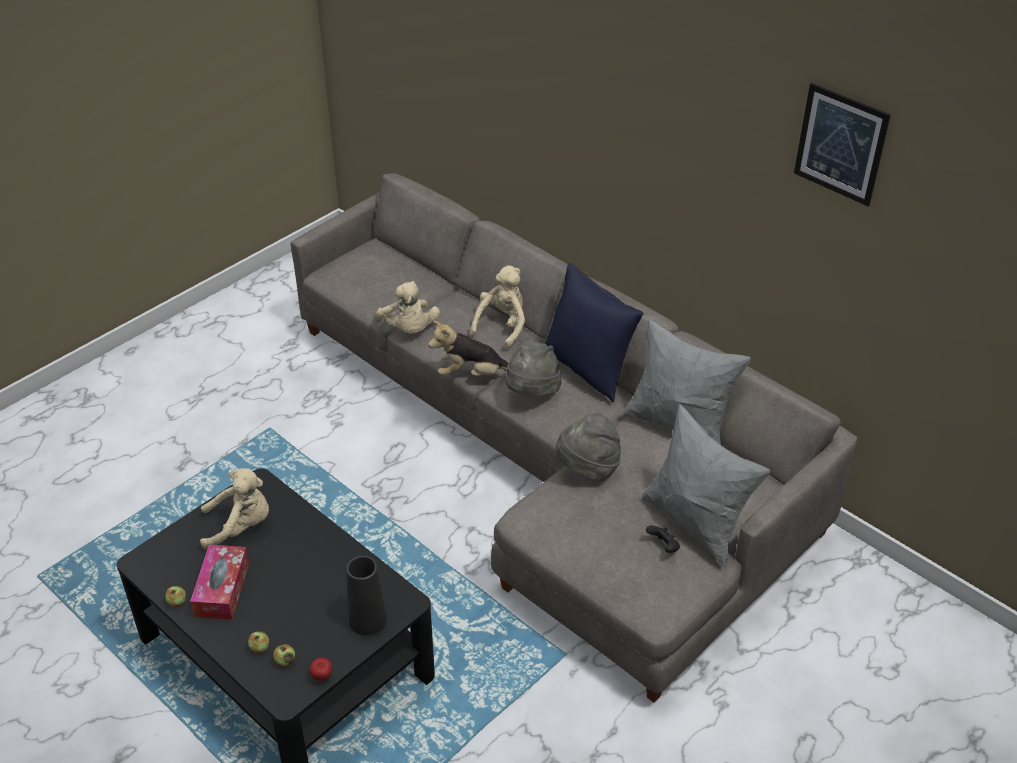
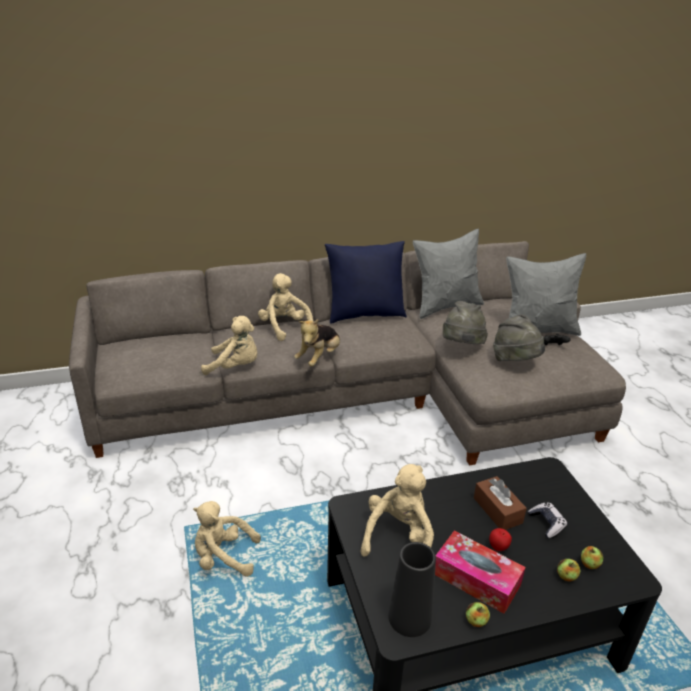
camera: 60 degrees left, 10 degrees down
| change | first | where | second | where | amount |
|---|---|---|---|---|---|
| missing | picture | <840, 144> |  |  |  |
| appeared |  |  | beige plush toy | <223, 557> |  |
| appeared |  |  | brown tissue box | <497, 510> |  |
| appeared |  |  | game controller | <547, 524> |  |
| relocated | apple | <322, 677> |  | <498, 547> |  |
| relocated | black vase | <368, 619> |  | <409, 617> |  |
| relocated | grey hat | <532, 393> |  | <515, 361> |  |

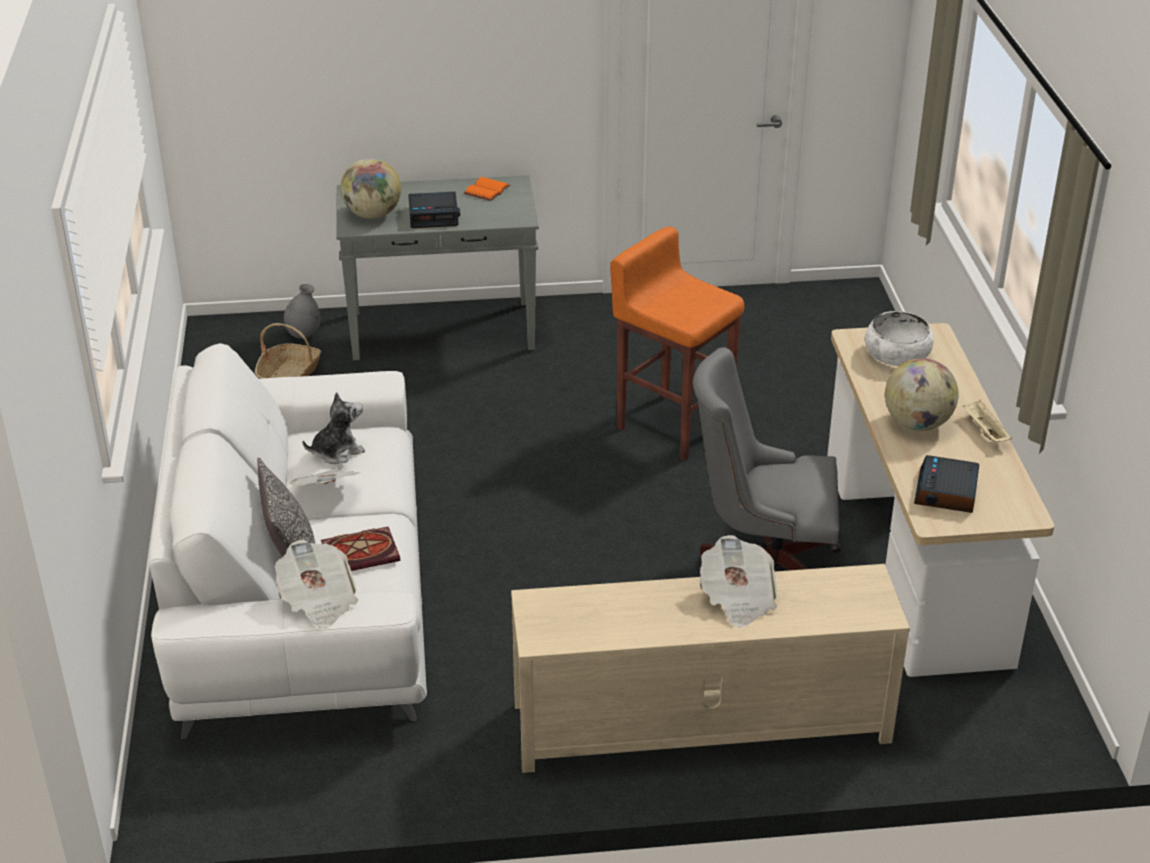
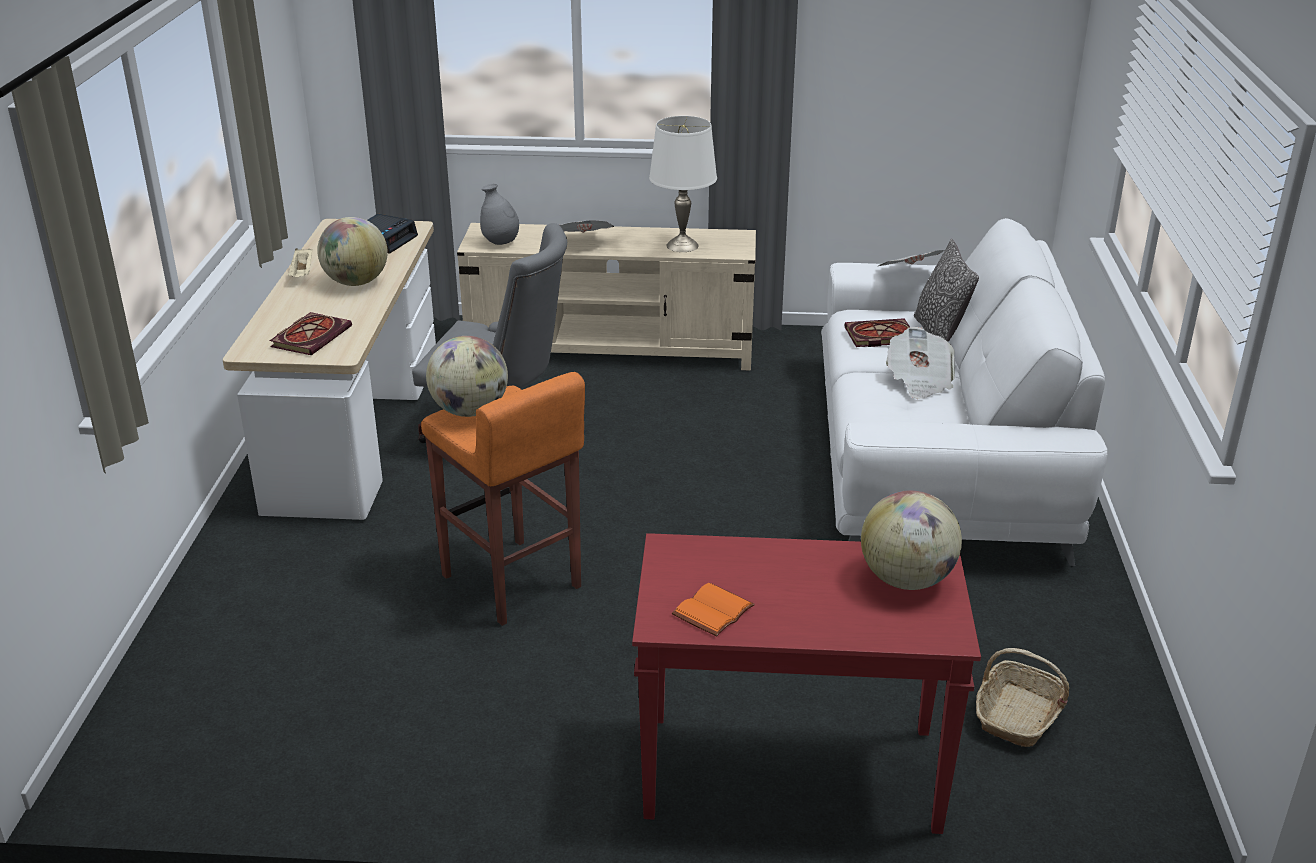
camera: 170 degrees left, 5 degrees down
| change | first | where | second | where | amount |
|---|---|---|---|---|---|
| missing | plush toy | <337, 451> |  |  |  |
| missing | alarm clock | <434, 216> |  |  |  |
| appeared |  |  | globe | <470, 411> |  |
| appeared |  |  | white table lamp | <683, 245> |  |
| relocated | grey vase | <303, 334> |  | <500, 243> |  |
| exchanged | white bowl | <897, 354> | book | <311, 336> |  |
| colour | grey console table | <444, 331> | red console table | <788, 775> |  |

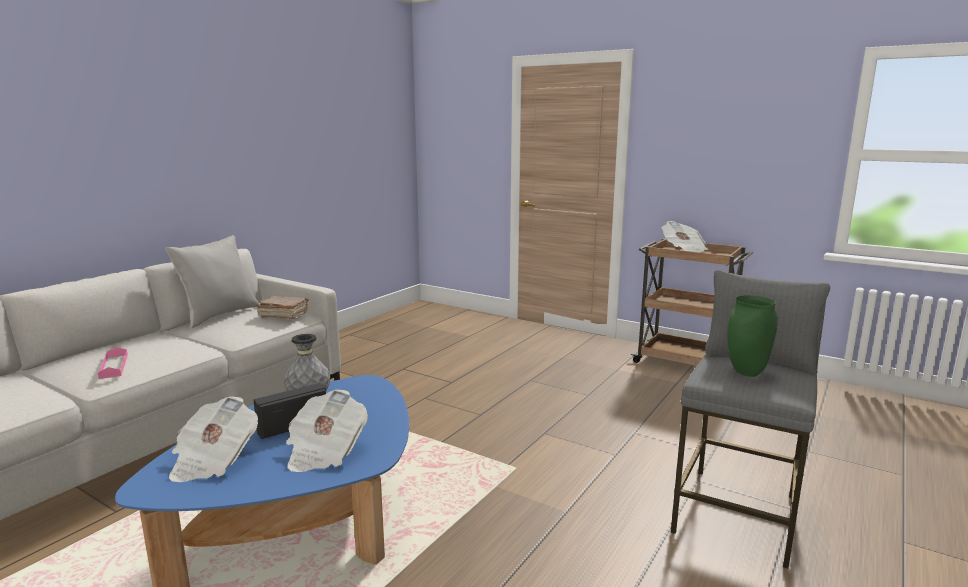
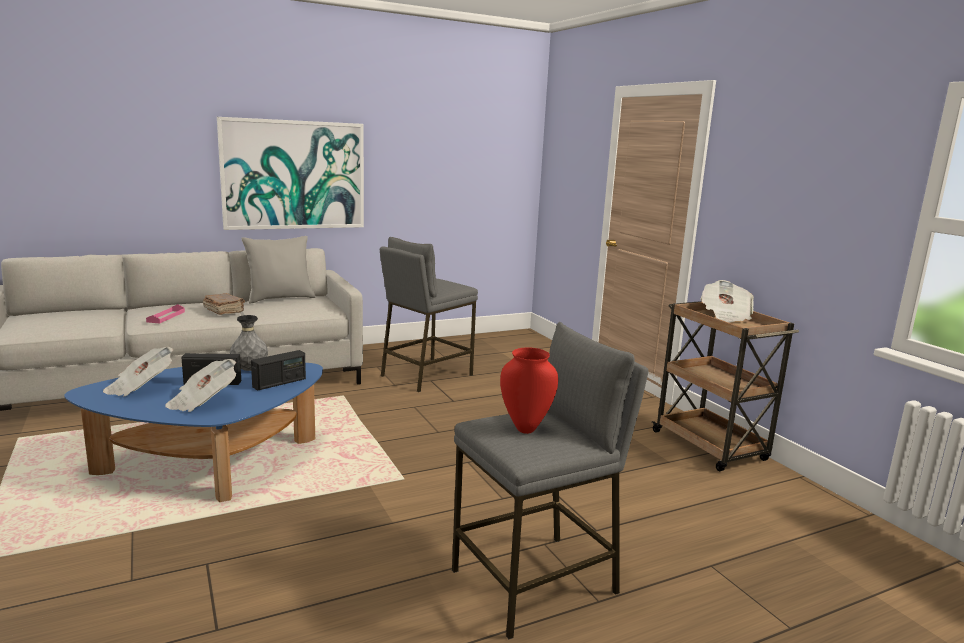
camera: 30 degrees right, 0 degrees up
| change | first | where | second | where | amount |
|---|---|---|---|---|---|
| appeared |  |  | picture | <294, 175> |  |
| appeared |  |  | radio | <279, 383> |  |
| appeared |  |  | grey stool | <426, 375> |  |
| relocated | brown book | <283, 315> |  | <224, 311> |  |
| colour | green vase | <745, 372> | red vase | <526, 428> |  |

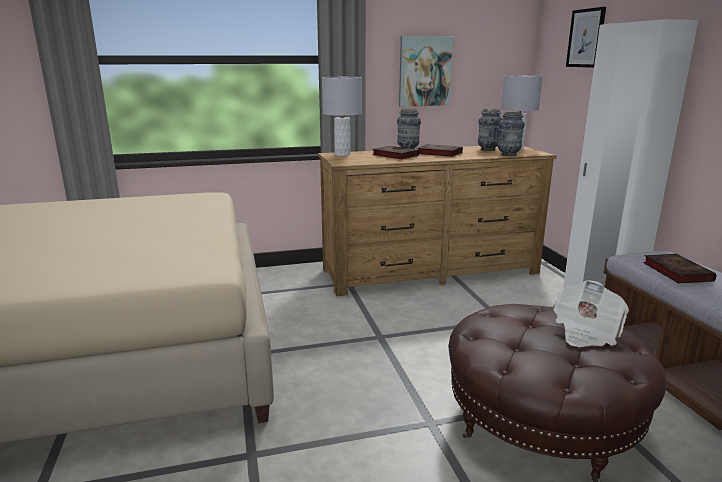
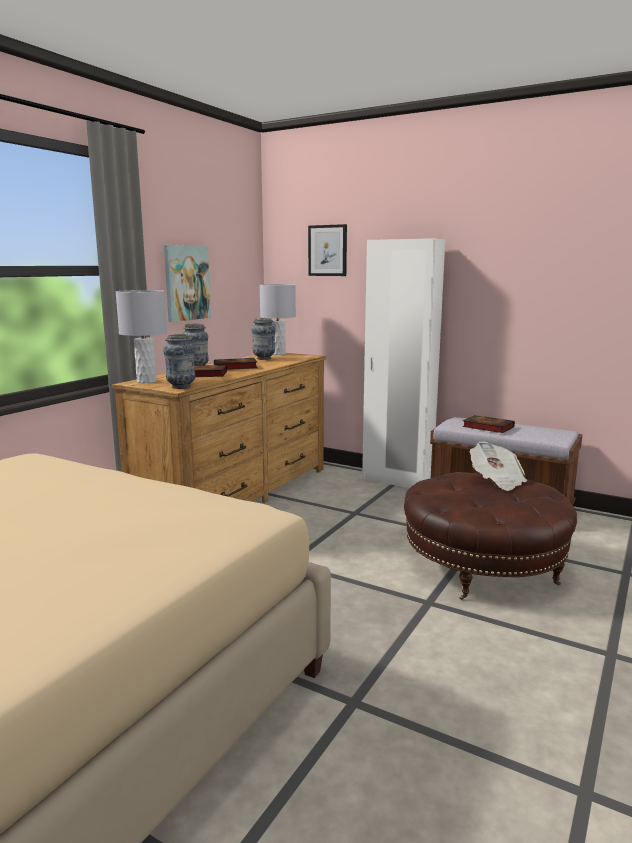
camera: 45 degrees left, 5 degrees down
| change | first | where | second | where | amount |
|---|---|---|---|---|---|
| relocated | vase | <508, 155> |  | <181, 387> |  |

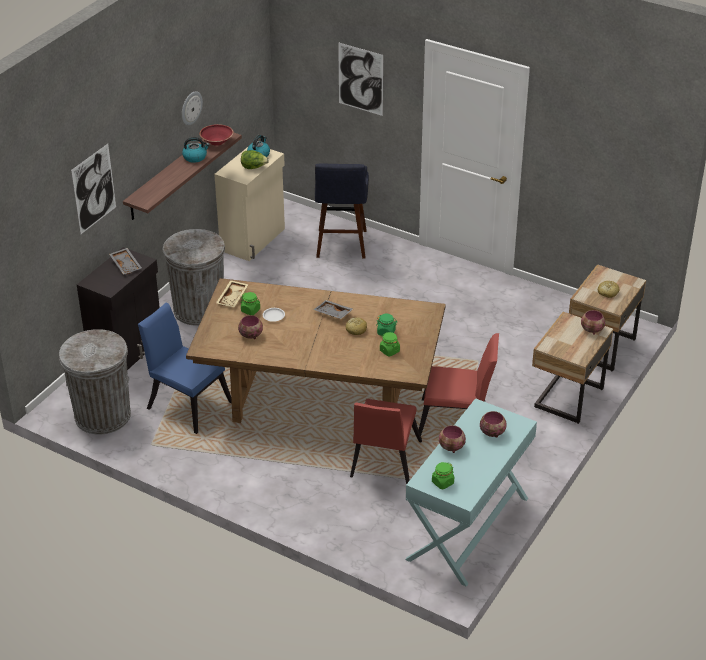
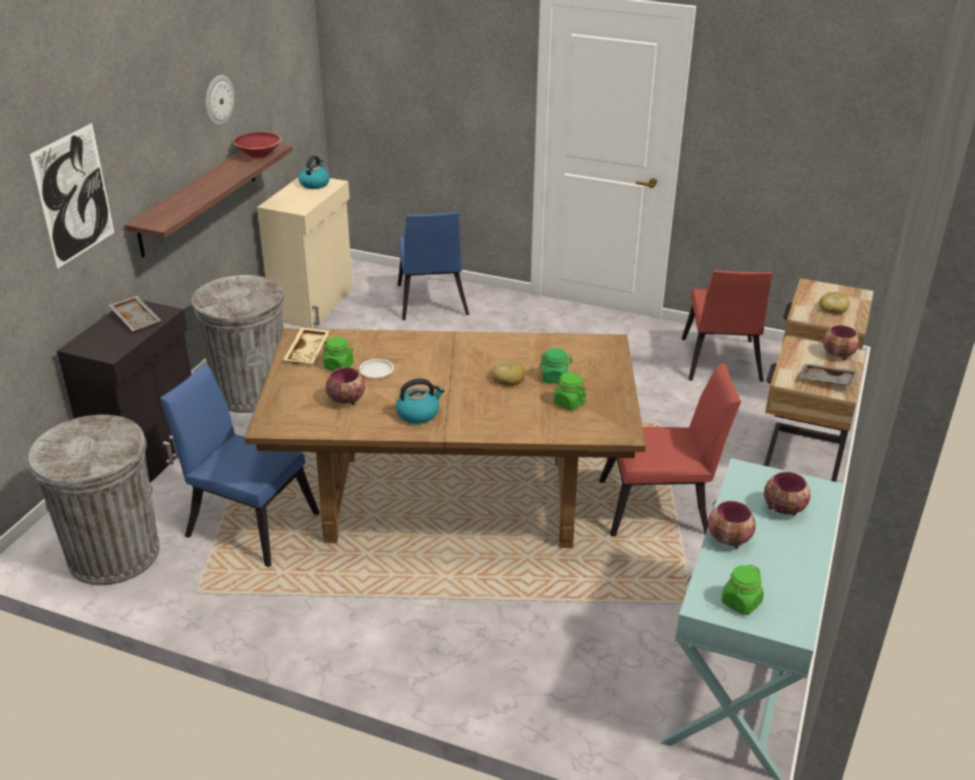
camera: 10 degrees left, 5 degrees down
| change | first | where | second | where | amount |
|---|---|---|---|---|---|
| missing | lettuce | <254, 167> |  |  |  |
| missing | picture | <360, 79> |  |  |  |
| relocated | kettle | <195, 157> |  | <418, 414> |  |
| relocated | grey tray | <332, 314> |  | <826, 381> |  |
| relocated | red chair | <383, 462> |  | <720, 363> |  |
| exchanged | blue stool | <341, 246> | blue chair | <431, 303> |  |

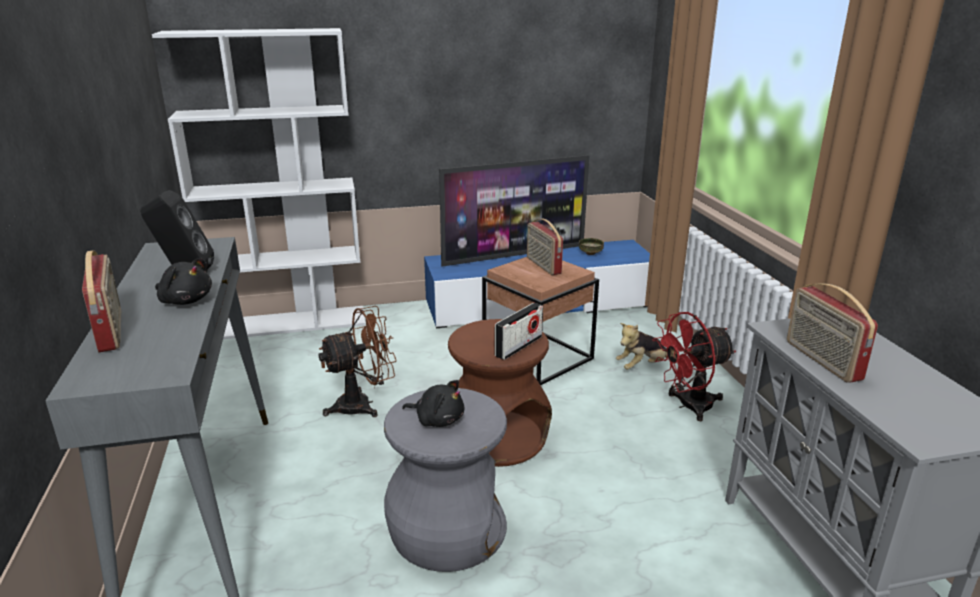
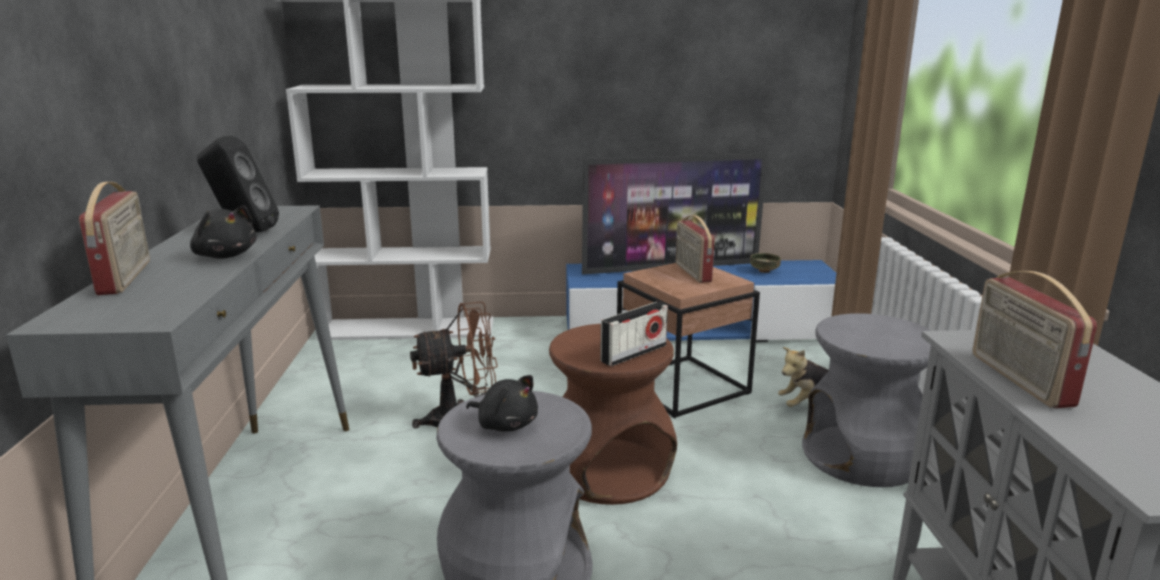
camera: 10 degrees right, 5 degrees down
| change | first | where | second | where | amount |
|---|---|---|---|---|---|
| exchanged | red fan | <688, 406> | grey stool | <863, 457> |  |

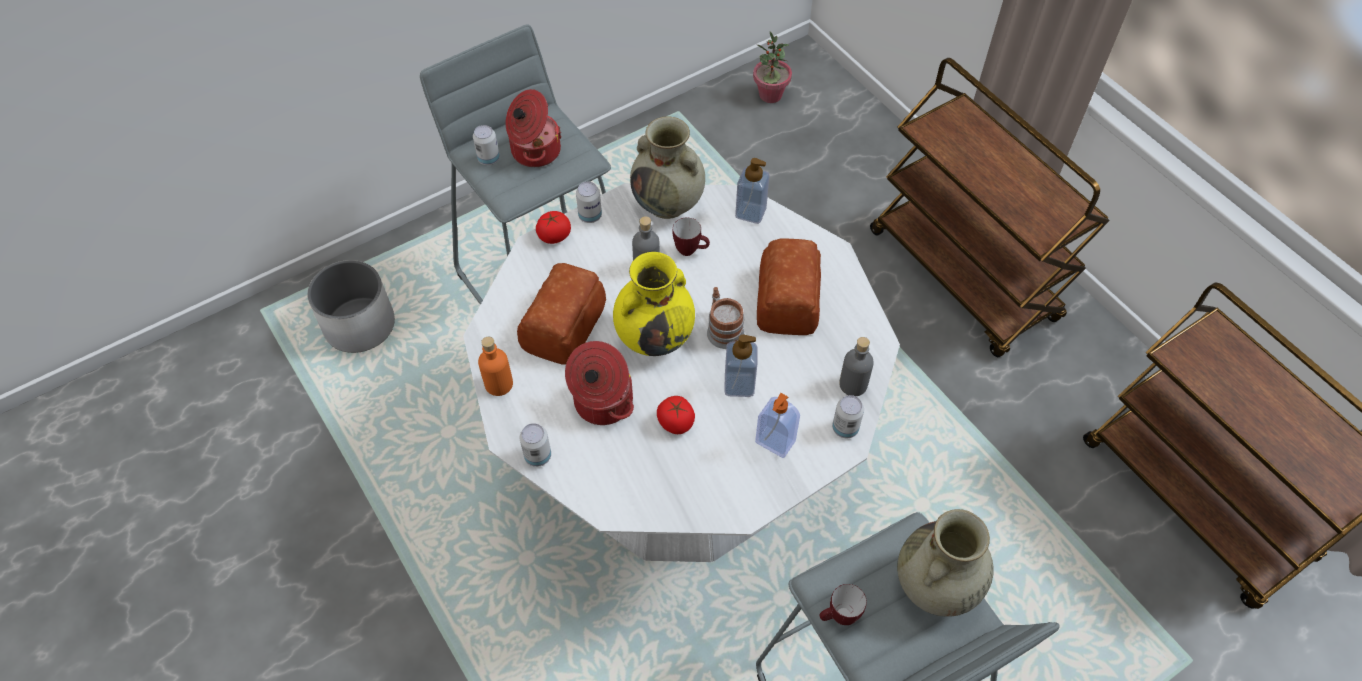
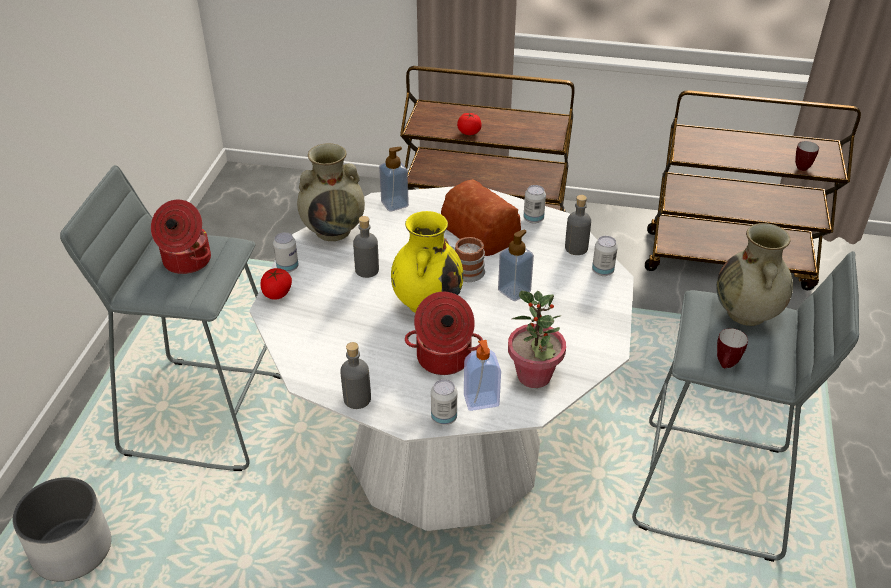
camera: 45 degrees left, 15 degrees down
| change | first | where | second | where | amount |
|---|---|---|---|---|---|
| missing | bread | <566, 324> |  |  |  |
| relocated | can | <489, 159> |  | <533, 219> |  |
| relocated | tomato | <676, 423> |  | <469, 132> |  |
| relocated | mug | <691, 251> |  | <804, 167> |  |
| relocated | potted plant | <770, 95> |  | <534, 376> |  |
| relocated | soap dispenser | <774, 443> |  | <481, 402> |  |
| colour | orange bottle | <499, 384> | grey bottle | <357, 399> |  |

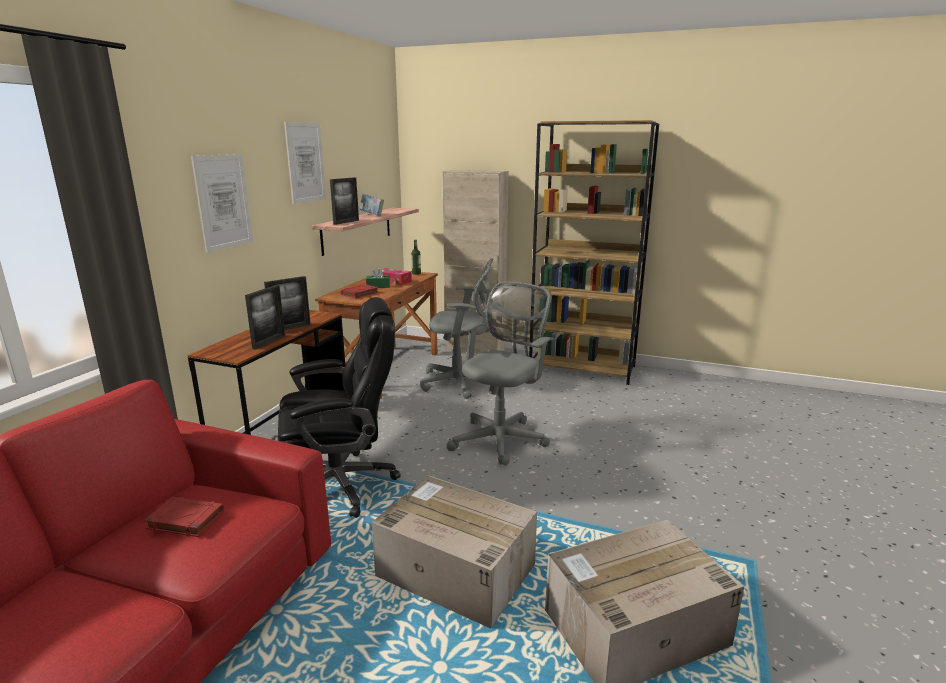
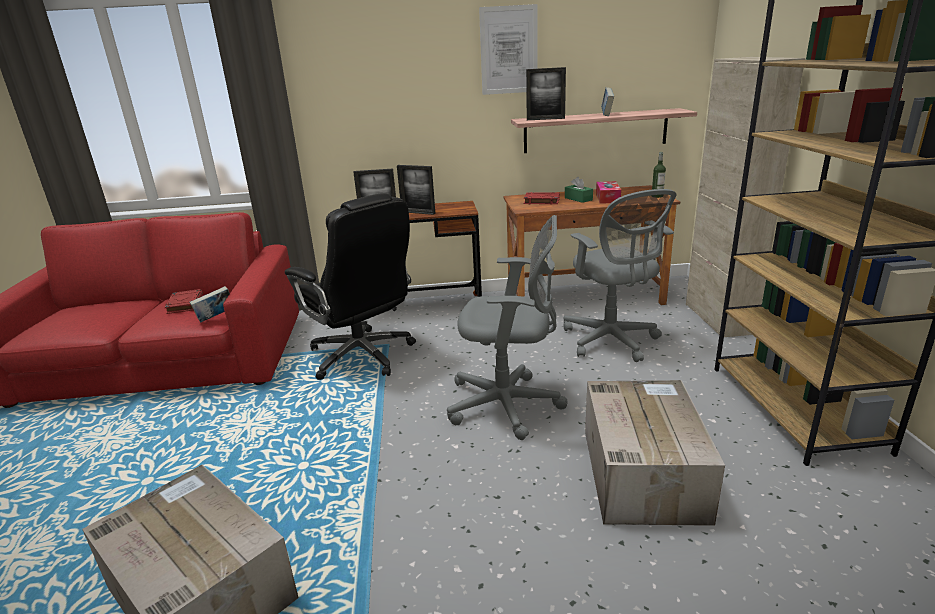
camera: 65 degrees right, 5 degrees up
| change | first | where | second | where | amount |
|---|---|---|---|---|---|
| missing | picture | <223, 202> |  |  |  |
| appeared |  |  | book | <216, 318> |  |
| relocated | cardboard box | <454, 570> |  | <641, 472> |  |

